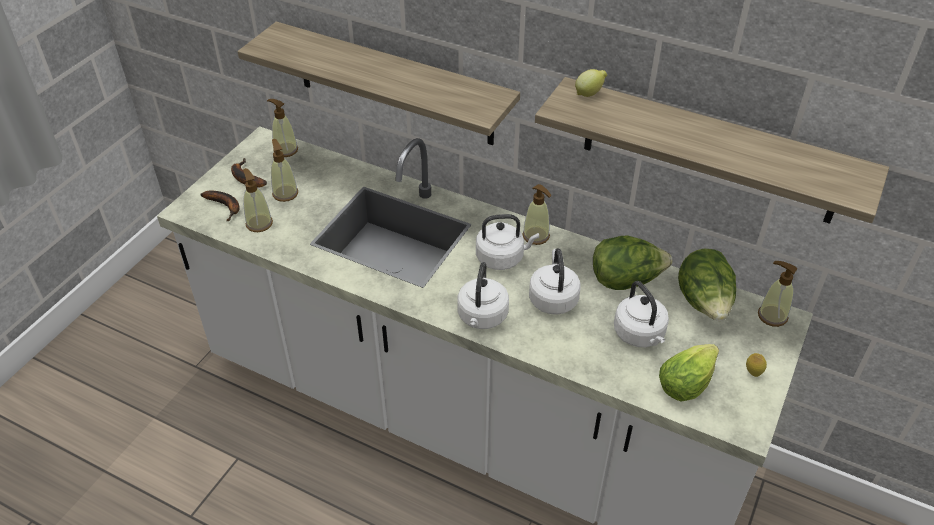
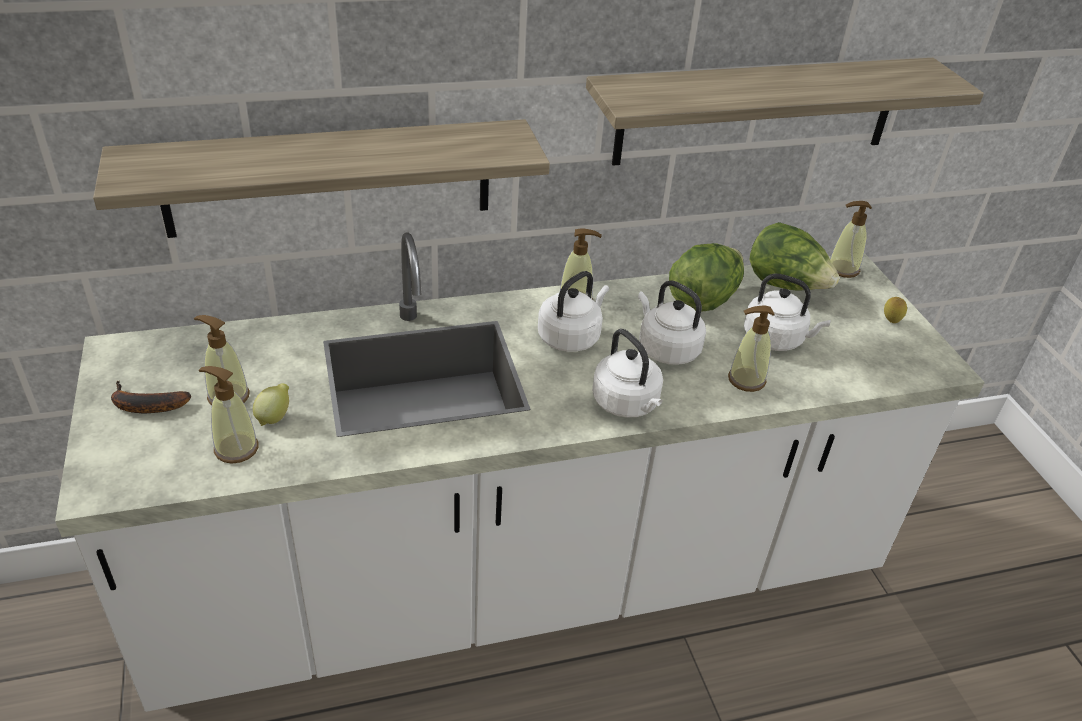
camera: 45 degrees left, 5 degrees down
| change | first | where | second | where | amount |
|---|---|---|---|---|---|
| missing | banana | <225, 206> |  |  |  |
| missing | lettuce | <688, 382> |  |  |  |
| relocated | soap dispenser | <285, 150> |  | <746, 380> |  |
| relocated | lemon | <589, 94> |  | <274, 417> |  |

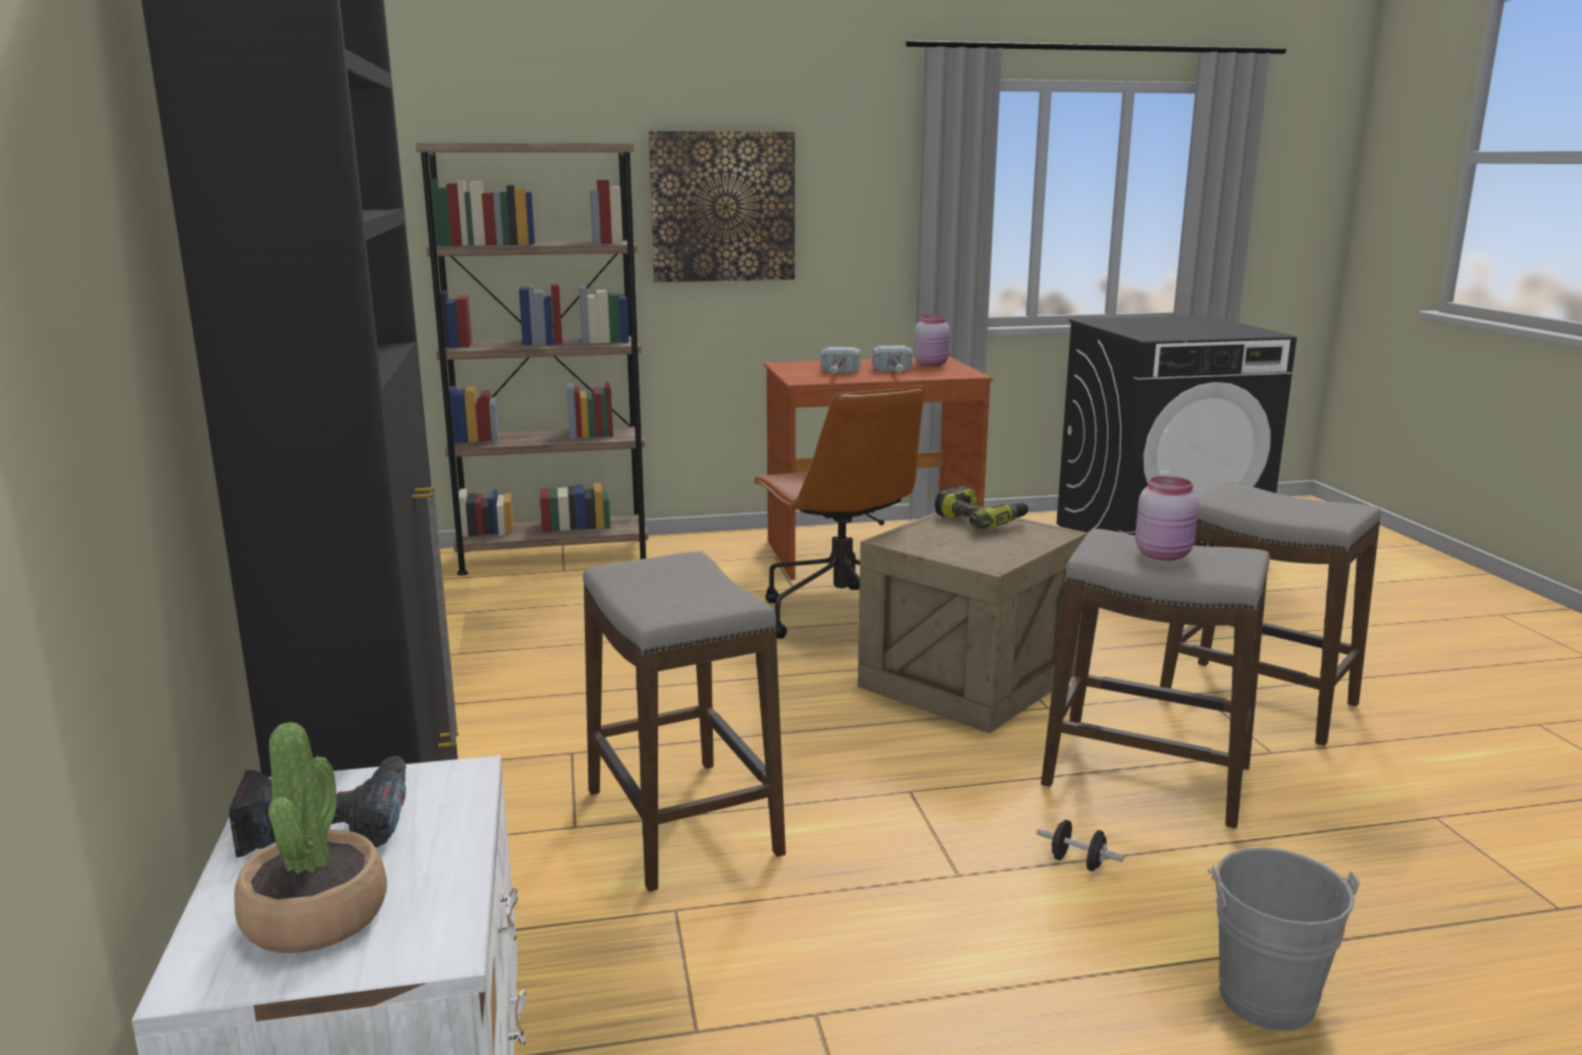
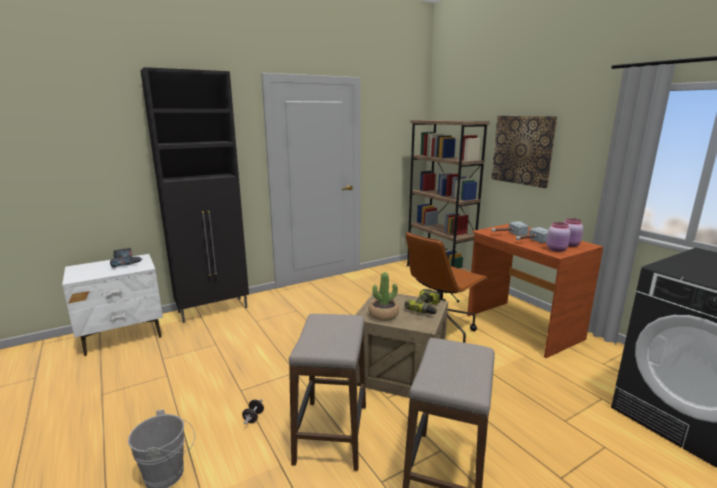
camera: 70 degrees right, 0 degrees up
| change | first | where | second | where | amount |
|---|---|---|---|---|---|
| missing | stool | <681, 823> |  |  |  |
| relocated | potted plant | <316, 916> |  | <383, 315> |  |
| relocated | pink jar | <1164, 554> |  | <557, 250> |  |

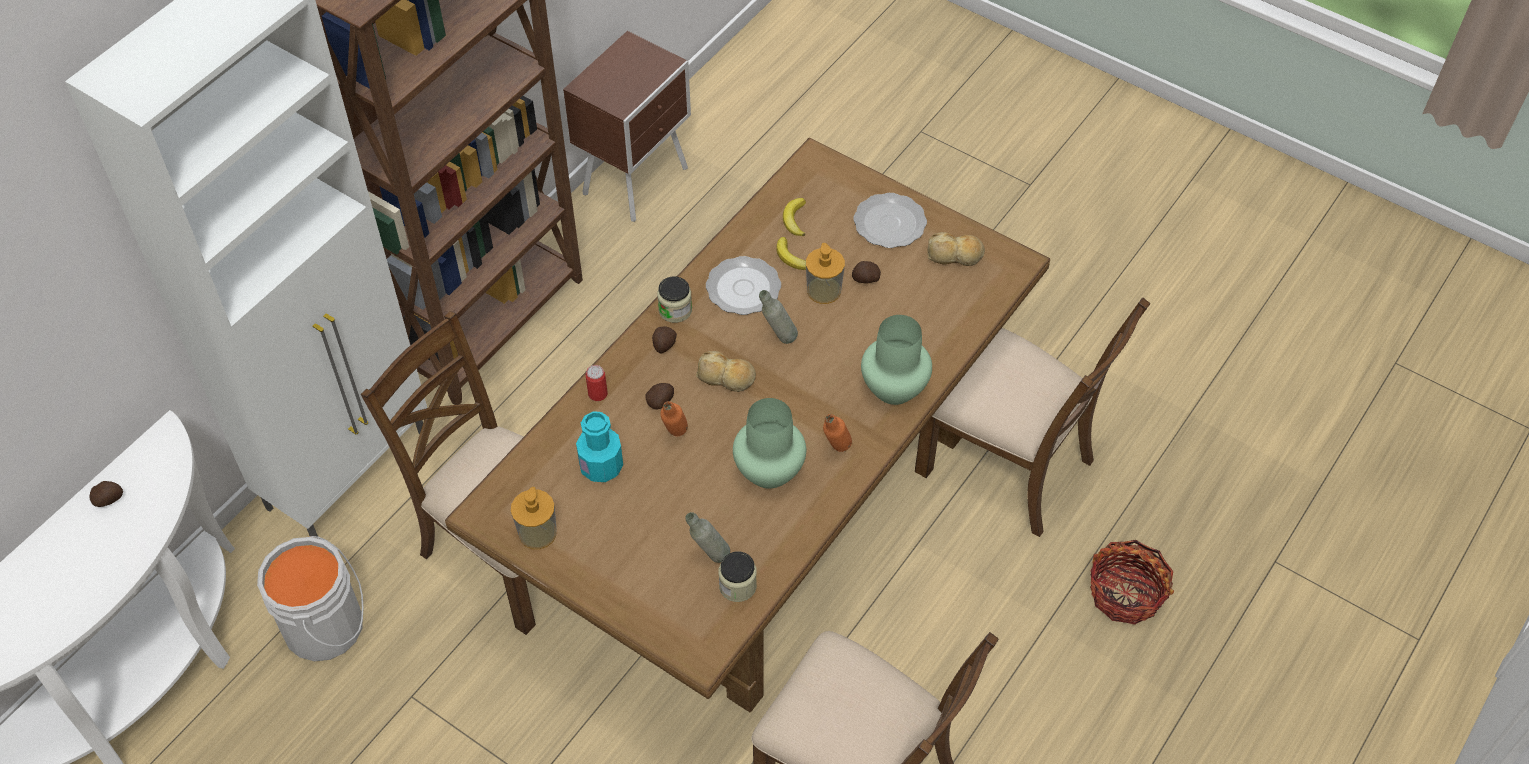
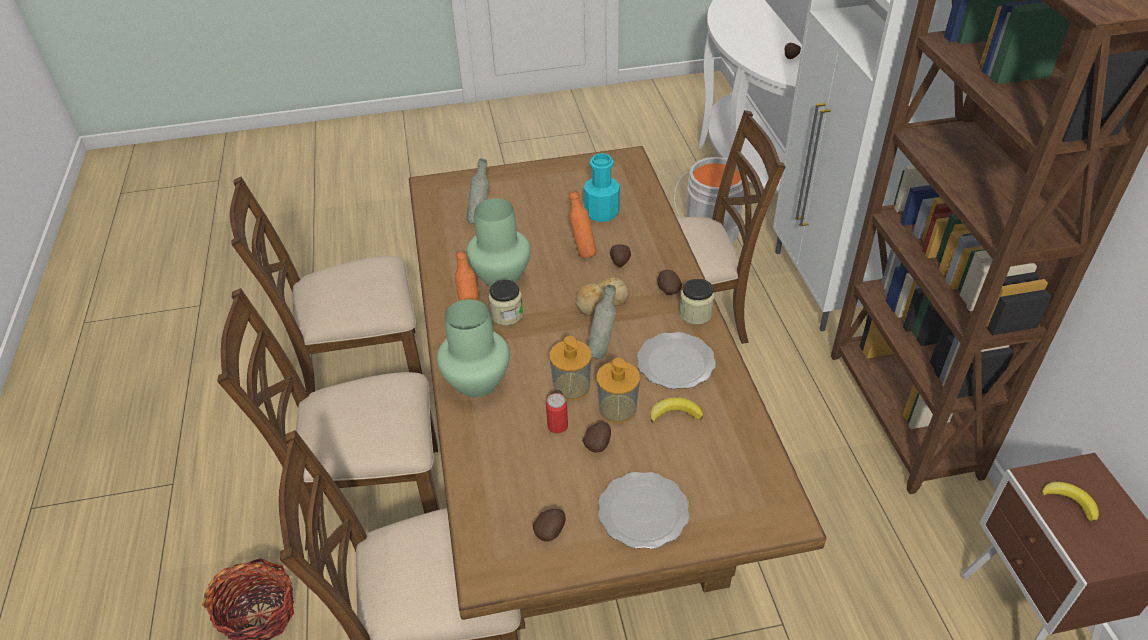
camera: 135 degrees right, 10 degrees down
| change | first | where | second | where | amount |
|---|---|---|---|---|---|
| appeared |  |  | brown chair | <372, 495> |  |
| relocated | soap dispenser | <537, 533> |  | <571, 386> |  |
| relocated | can | <597, 394> |  | <557, 426> |  |
| relocated | jar | <737, 586> |  | <507, 315> |  |
| relocated | banana | <794, 219> |  | <1070, 502> |  |
| exchanged | bread | <955, 255> | potato | <551, 531> |  |

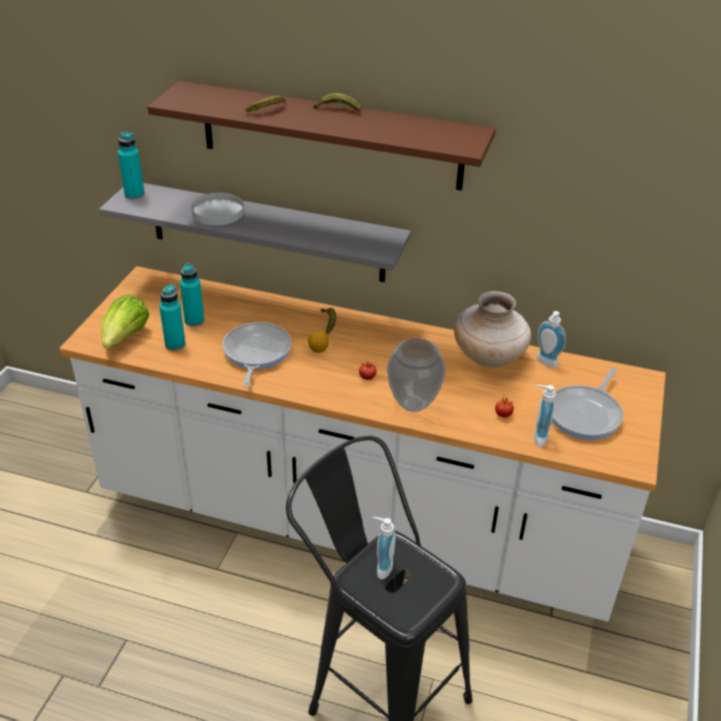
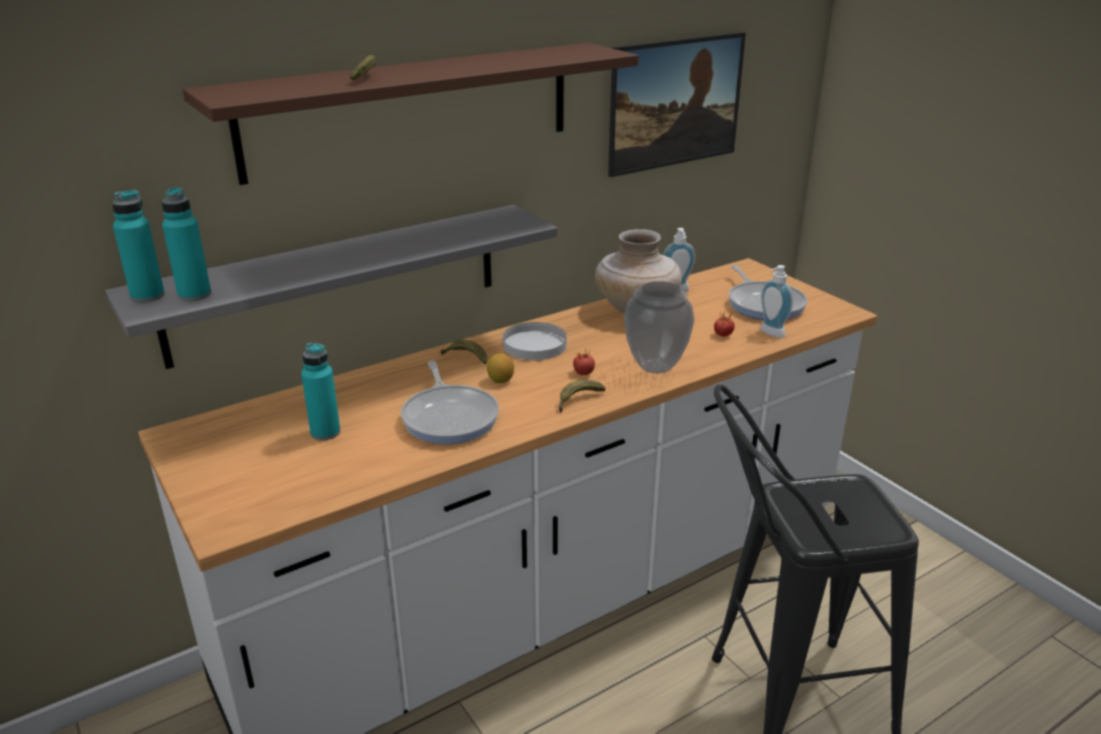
camera: 50 degrees left, 10 degrees down
| change | first | where | second | where | amount |
|---|---|---|---|---|---|
| missing | lettuce | <125, 338> |  |  |  |
| missing | soap dispenser | <381, 567> |  |  |  |
| appeared |  |  | picture | <674, 133> |  |
| relocated | turquoise bottle | <175, 344> |  | <194, 295> |  |
| relocated | white plate | <218, 212> |  | <534, 344> |  |
| relocated | banana | <337, 109> |  | <578, 400> |  |
| spun | frying pan | <256, 353> |  | <450, 417> | 150 degrees counterclockwise |

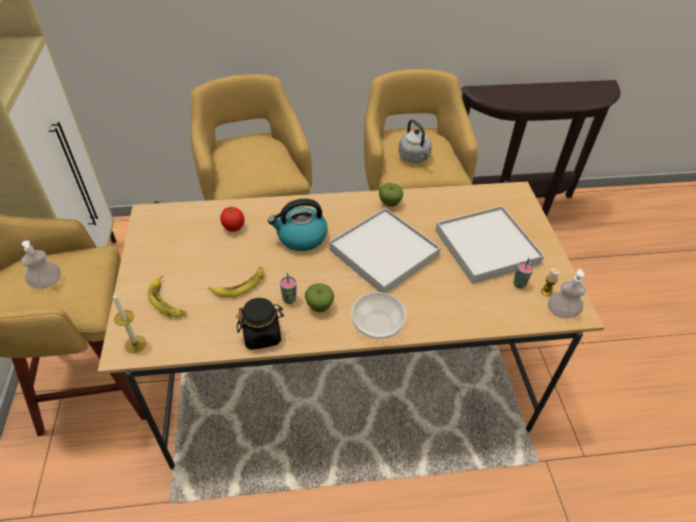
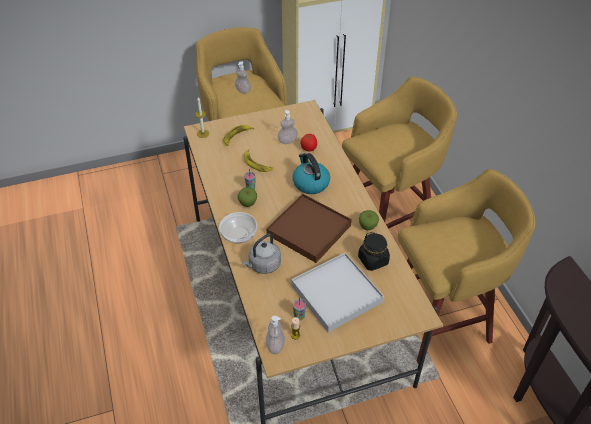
camera: 80 degrees right, 0 degrees up
| change | first | where | second | where | amount |
|---|---|---|---|---|---|
| appeared |  |  | soap dispenser | <287, 141> |  |
| relocated | black jar | <262, 335> |  | <373, 260> |  |
| relocated | grey kettle | <415, 157> |  | <263, 265> |  |
| colour | white tray | <384, 253> | brown tray | <308, 230> |  |

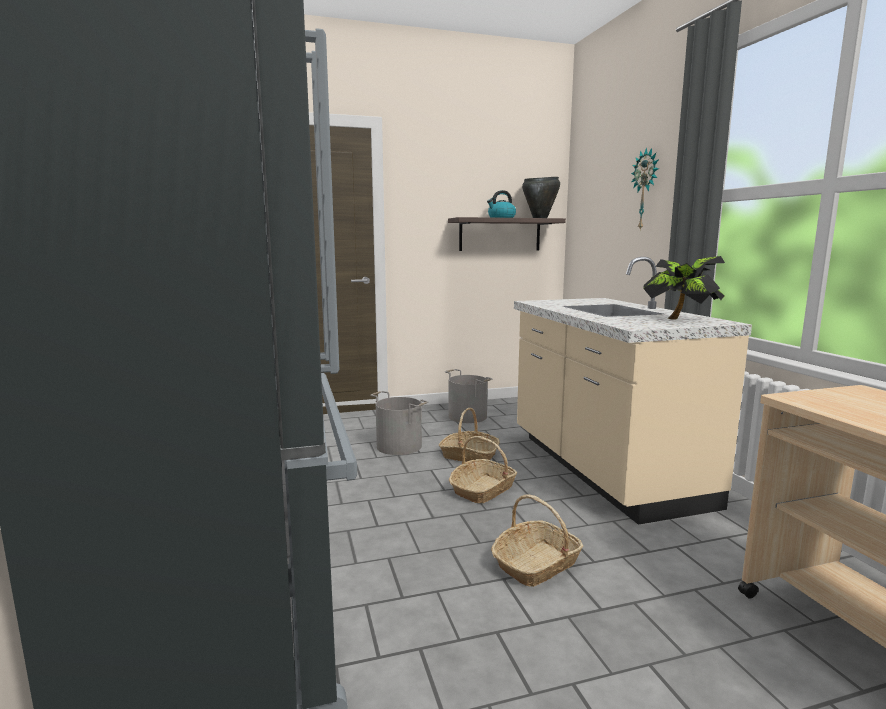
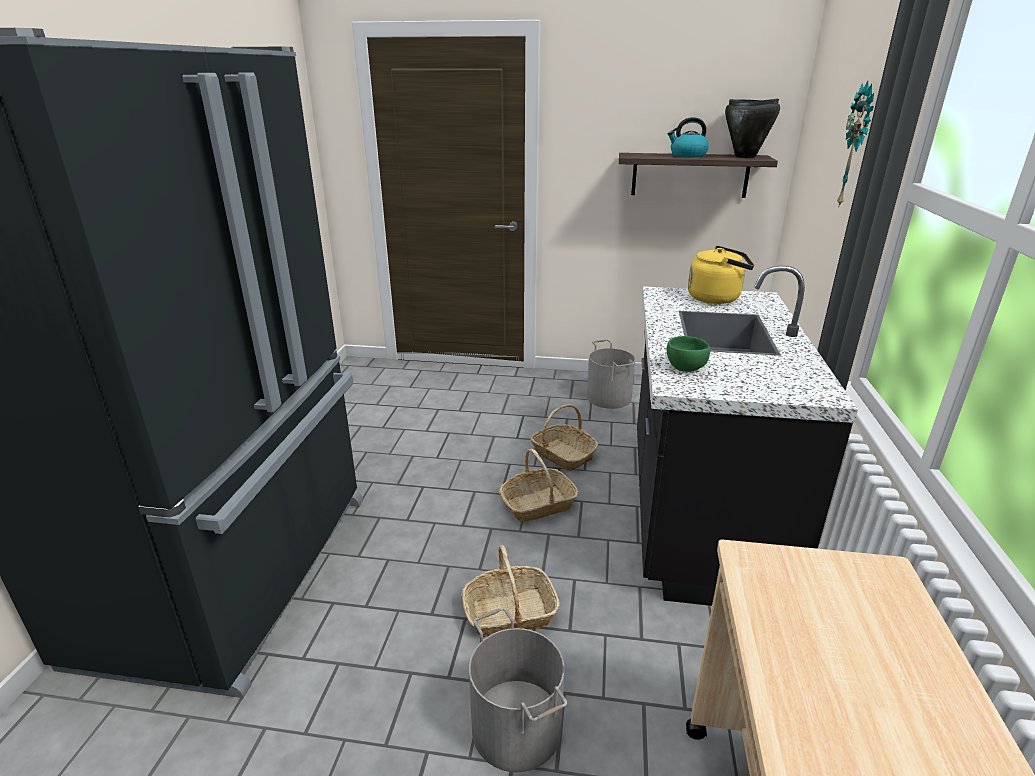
camera: 25 degrees right, 15 degrees up
| change | first | where | second | where | amount |
|---|---|---|---|---|---|
| missing | potted plant | <681, 320> |  |  |  |
| appeared |  |  | green bowl | <686, 368> |  |
| appeared |  |  | yellow kettle | <717, 298> |  |
| relocated | grey bucket | <398, 446> |  | <515, 728> |  |
| colour | beige counter | <603, 469> | black counter | <697, 513> |  |

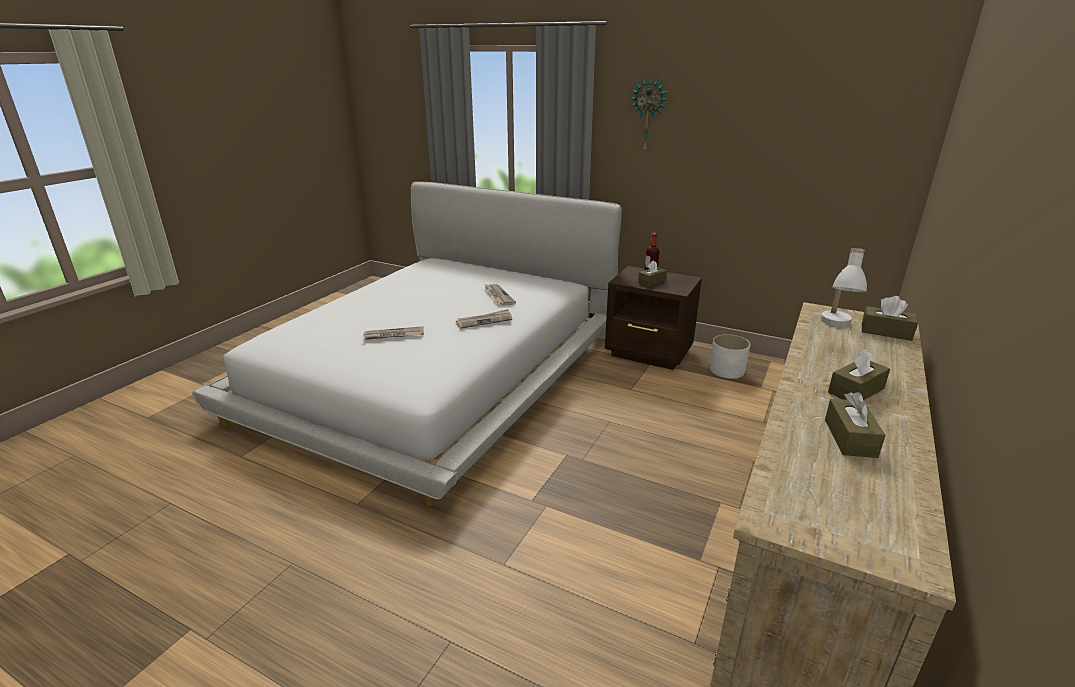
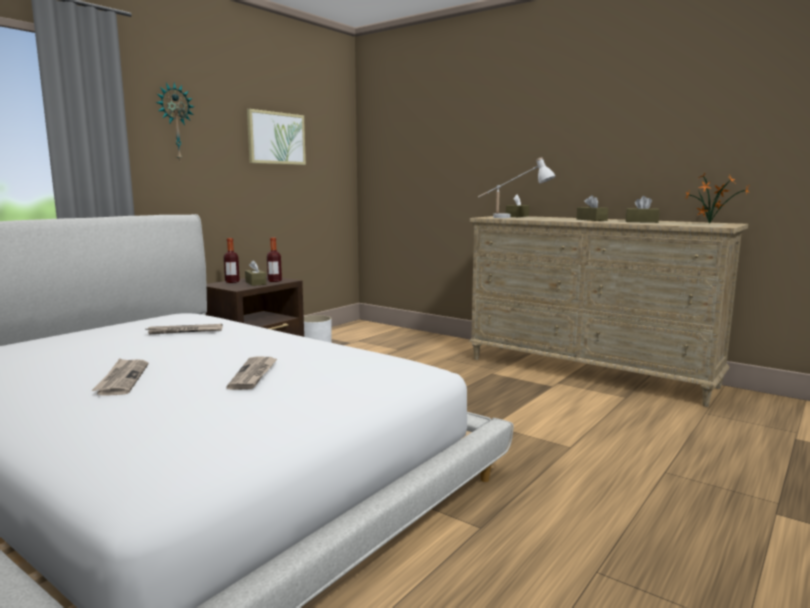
camera: 80 degrees left, 15 degrees down
| change | first | where | second | where | amount |
|---|---|---|---|---|---|
| appeared |  |  | picture | <276, 138> |  |
| appeared |  |  | bottle | <274, 281> |  |
| appeared |  |  | potted plant | <710, 223> |  |
| relocated | newspaper | <484, 321> |  | <122, 379> |  |

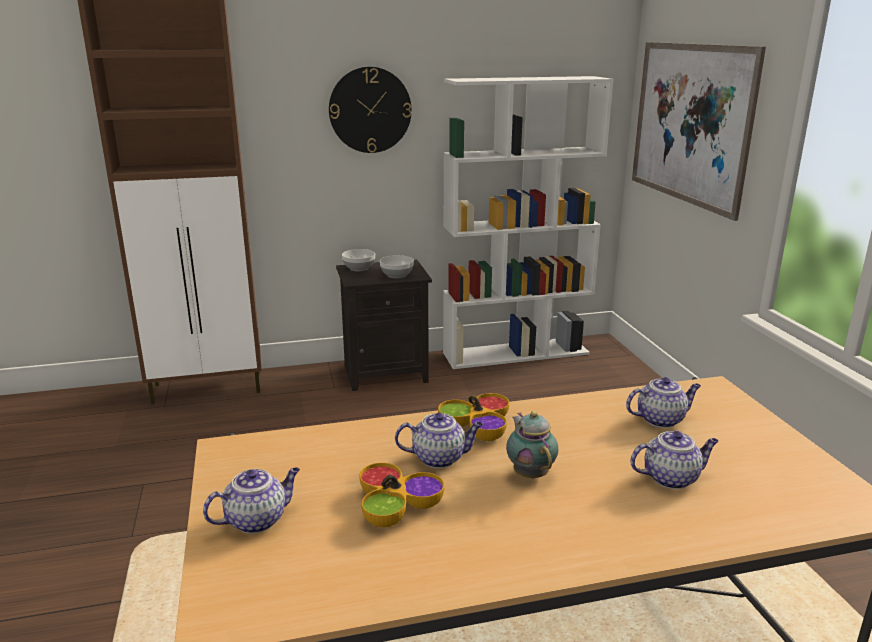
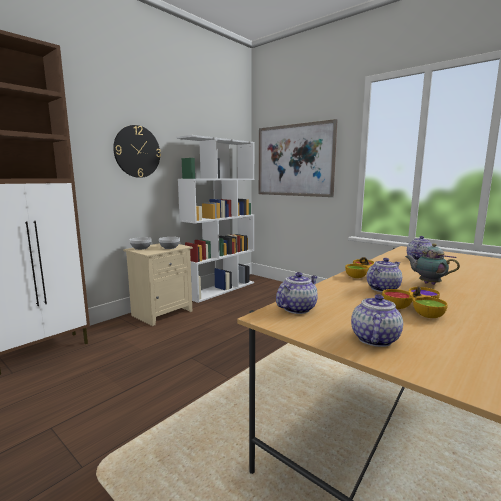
camera: 35 degrees left, 10 degrees down
| change | first | where | second | where | amount |
|---|---|---|---|---|---|
| relocated | teapot | <671, 478> |  | <297, 308> |  |
| colour | black nightstand | <386, 372> | beige nightstand | <162, 313> |  |

